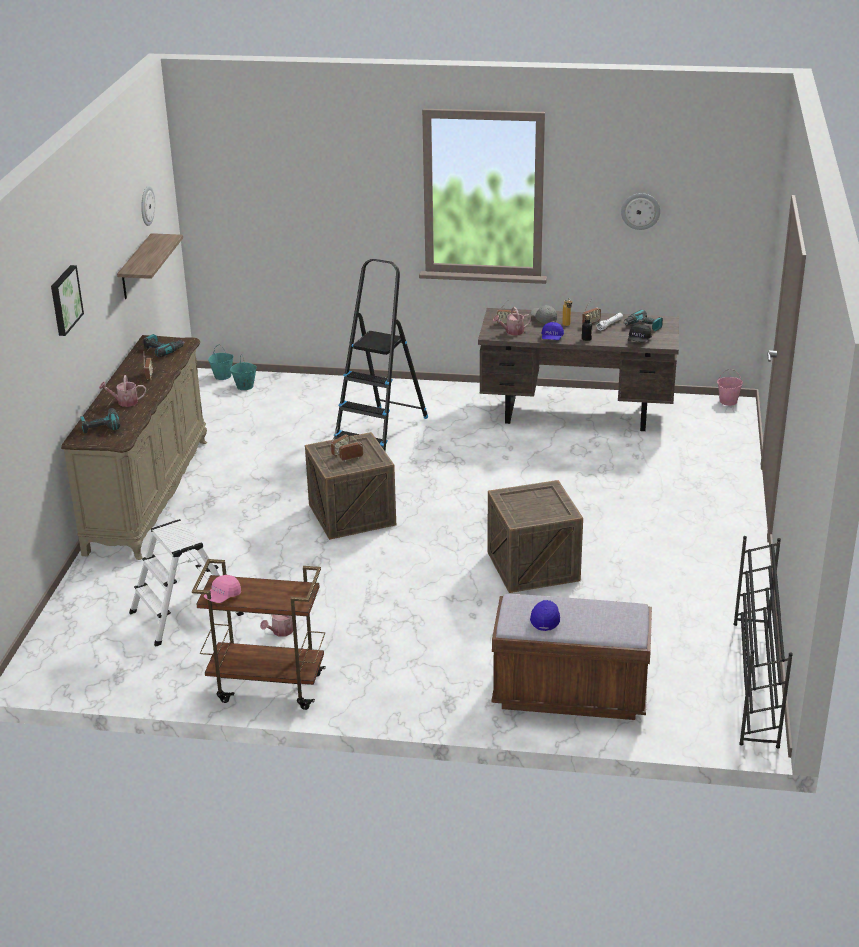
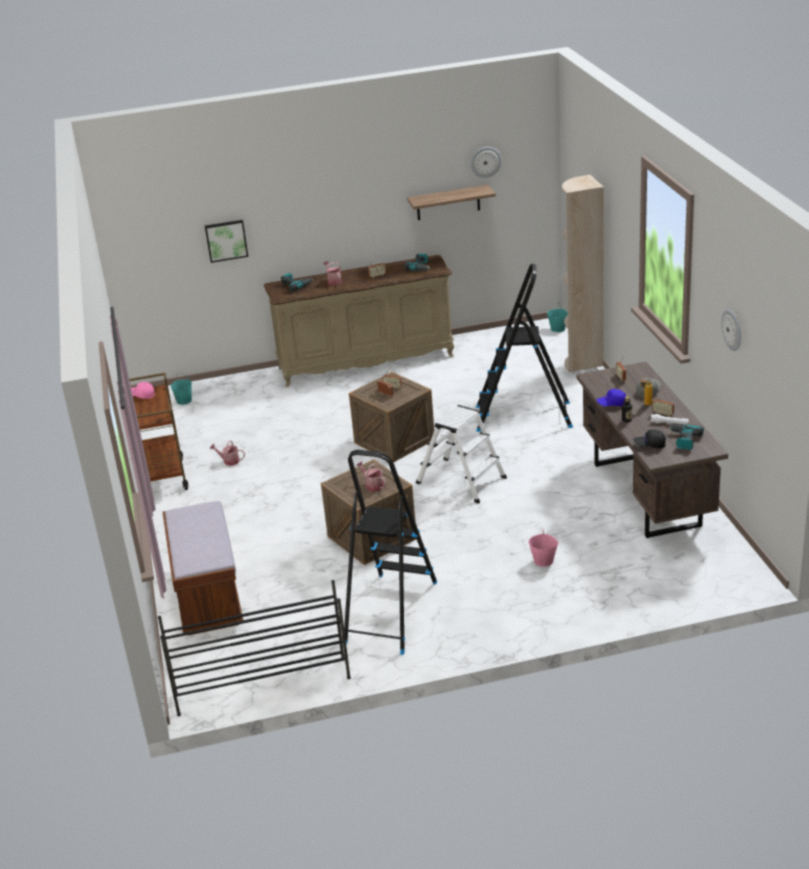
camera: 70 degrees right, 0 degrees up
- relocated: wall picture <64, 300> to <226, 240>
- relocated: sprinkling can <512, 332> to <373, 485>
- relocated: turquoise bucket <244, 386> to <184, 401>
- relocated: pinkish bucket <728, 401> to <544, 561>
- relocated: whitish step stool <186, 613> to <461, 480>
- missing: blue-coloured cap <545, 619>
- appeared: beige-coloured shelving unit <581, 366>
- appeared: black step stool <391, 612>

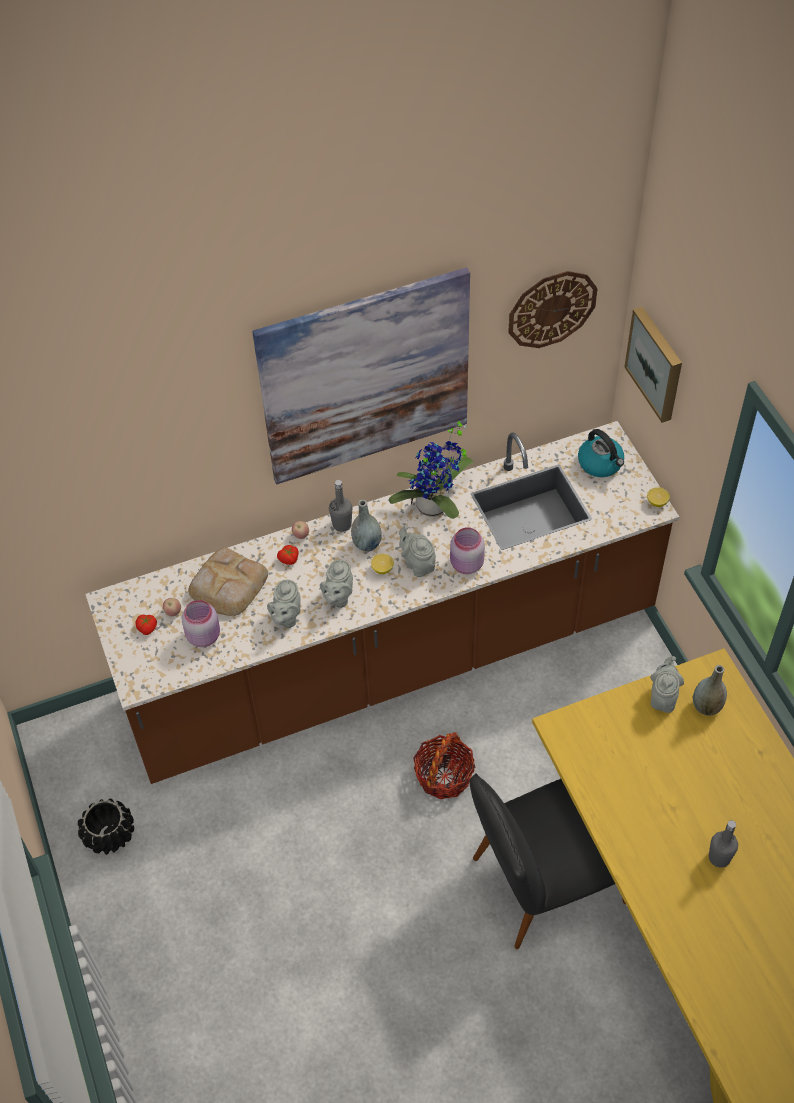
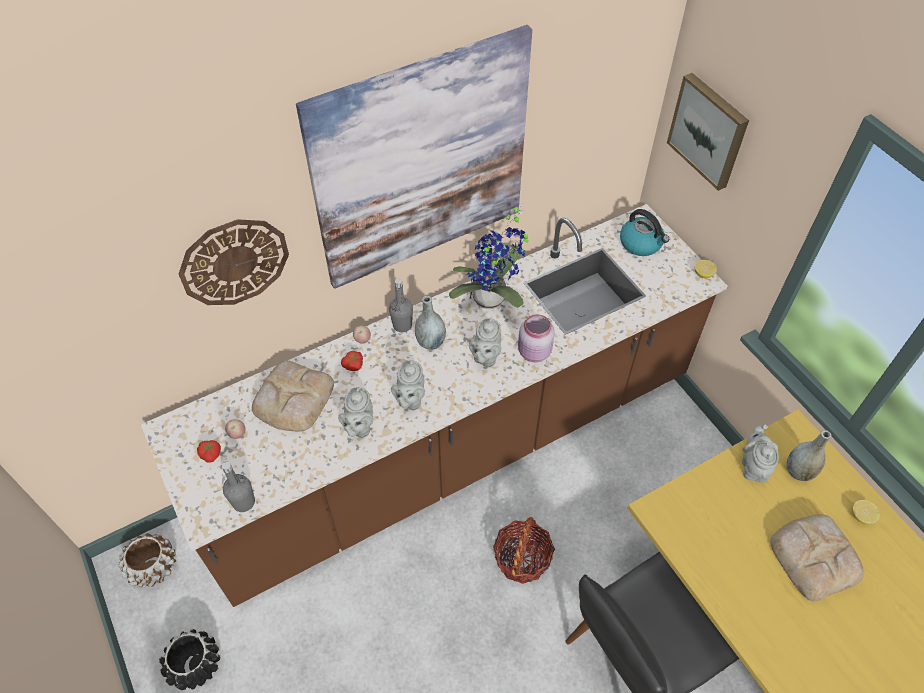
camera: 10 degrees left, 0 degrees up
- relocated: hanging clock <551, 309> to <234, 262>
- spun: grey teapot <418, 564> = <485, 357> 120 degrees counterclockwise
- relocated: lemon <382, 569> to <861, 516>
- missing: pinkish jar <204, 635>
- relocated: grey drink bottle <719, 857> to <244, 502>
- appeared: bakery bread <814, 556>
- appeared: brown-coloured plant pot <153, 567>

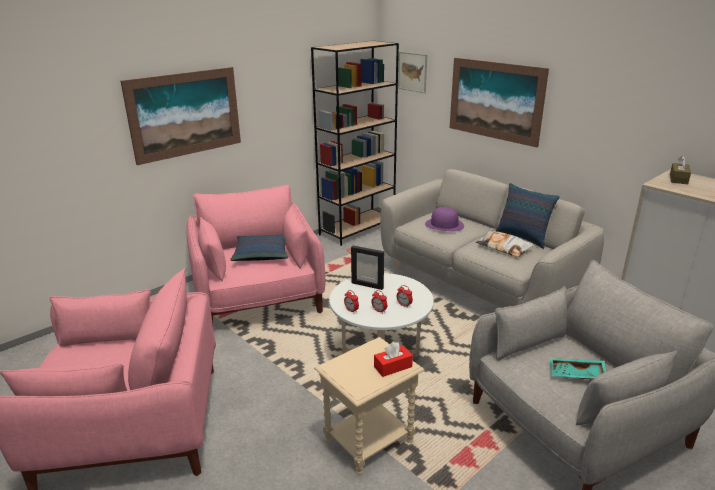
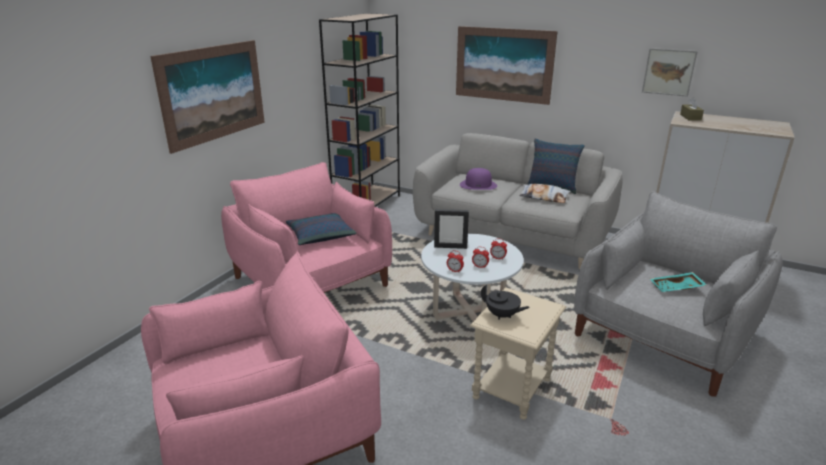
camera: 20 degrees left, 0 degrees up
- relocated: wall picture <412, 72> to <668, 72>
- missing: red box of tissues <393, 367>
- appeared: black teapot <502, 315>

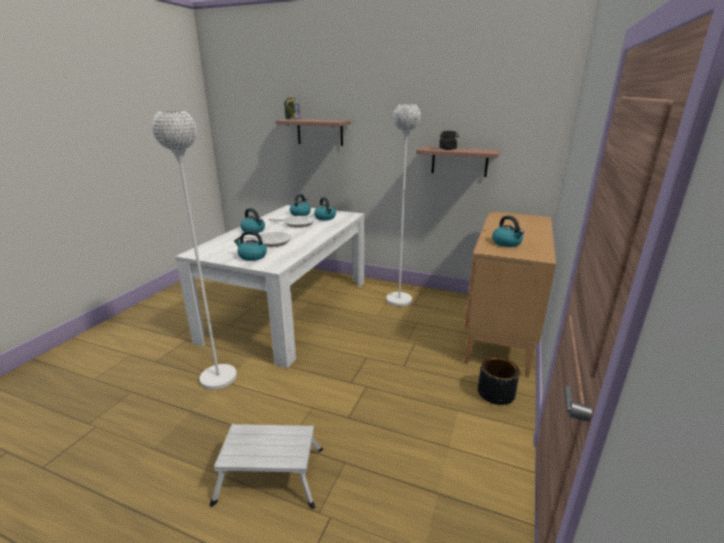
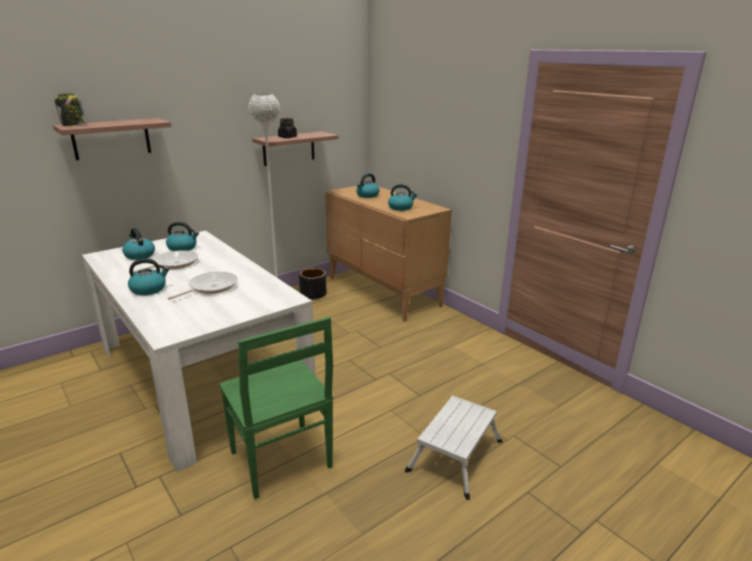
camera: 60 degrees left, 0 degrees up
- exchanged: whitish standing lamp <218, 378> to green chair <282, 462>
- relocated: tea kettle <252, 256> to <367, 195>
- relocated: black plant pot <496, 393> to <313, 294>

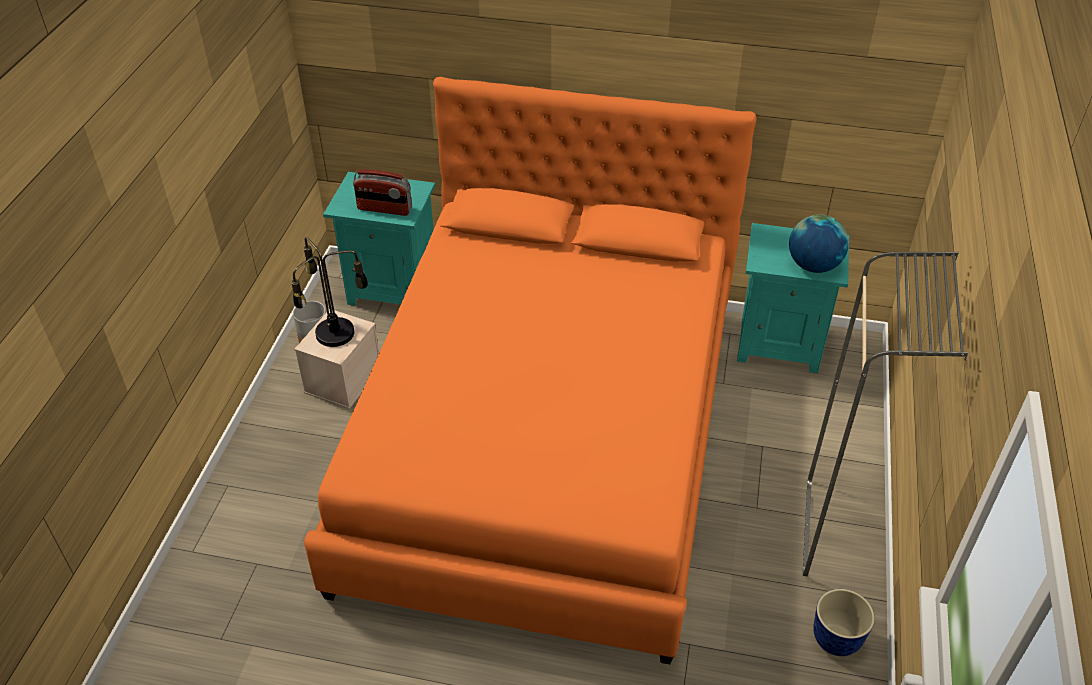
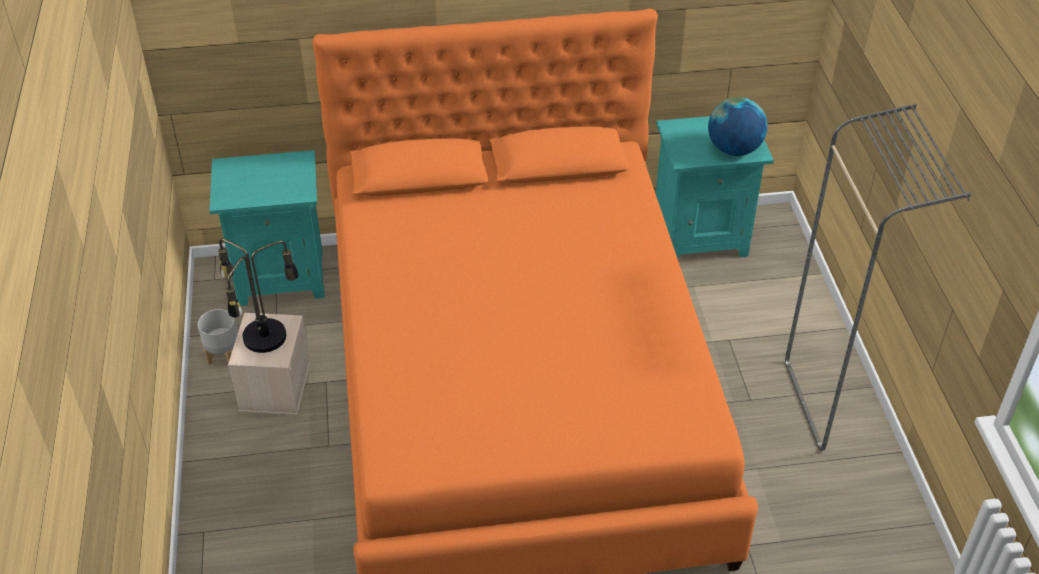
camera: 20 degrees left, 0 degrees up
- missing: radio receiver <384, 209>
- missing: plant pot <836, 640>

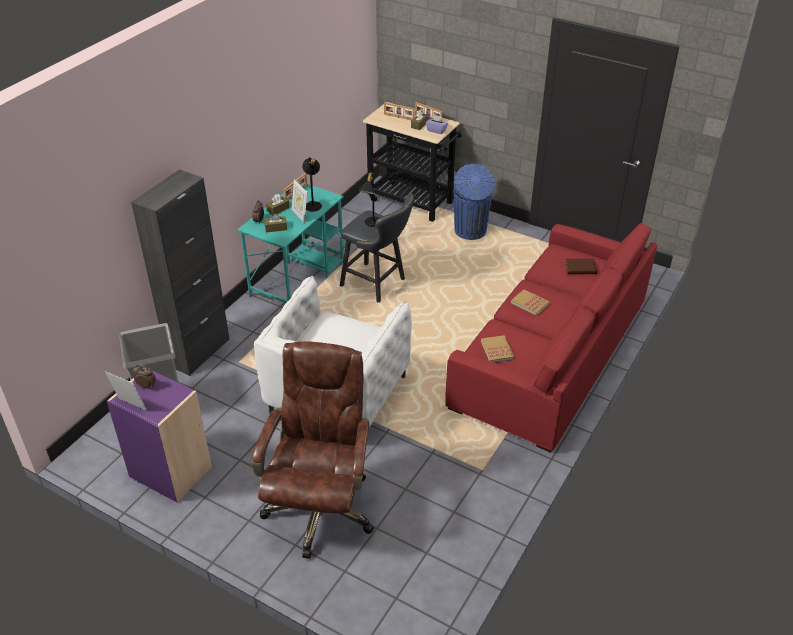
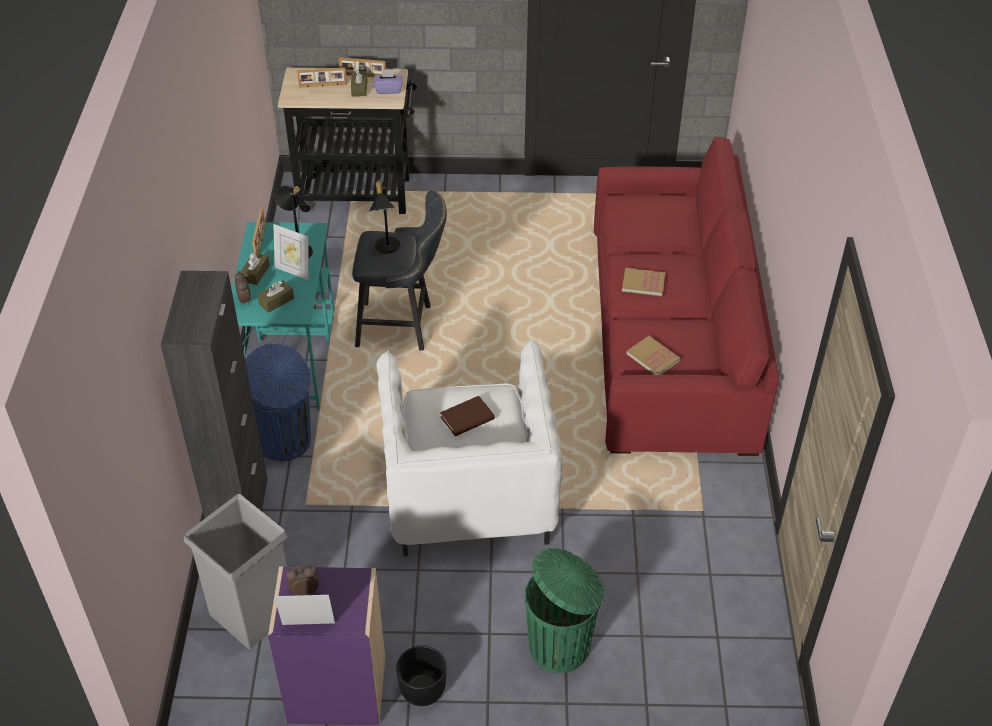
camera: 30 degrees left, 5 degrees up
- relocated: blue-coloured waste bin <470, 232> to <286, 442>
- relocated: brown-coloured volume <580, 268> to <467, 418>
- exchanged: brown-coloured office chair <320, 509> to green waste bin <561, 646>
- appeared: black plant pot <423, 690>

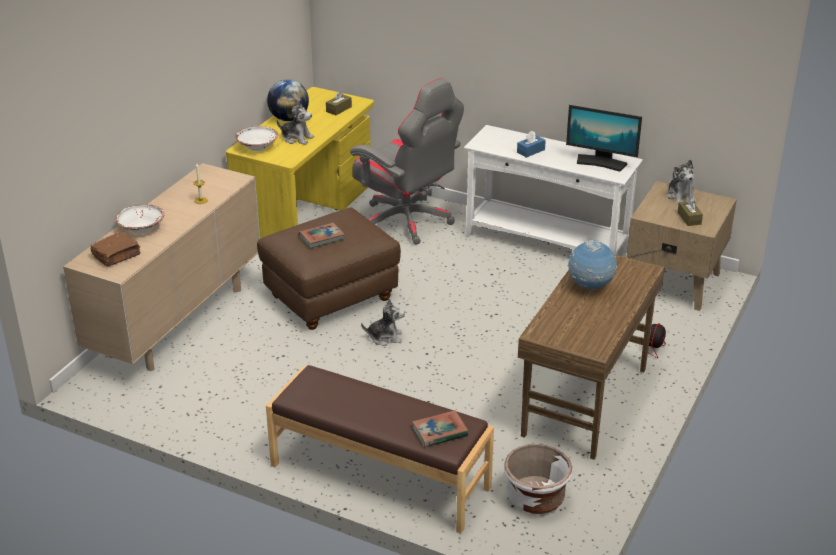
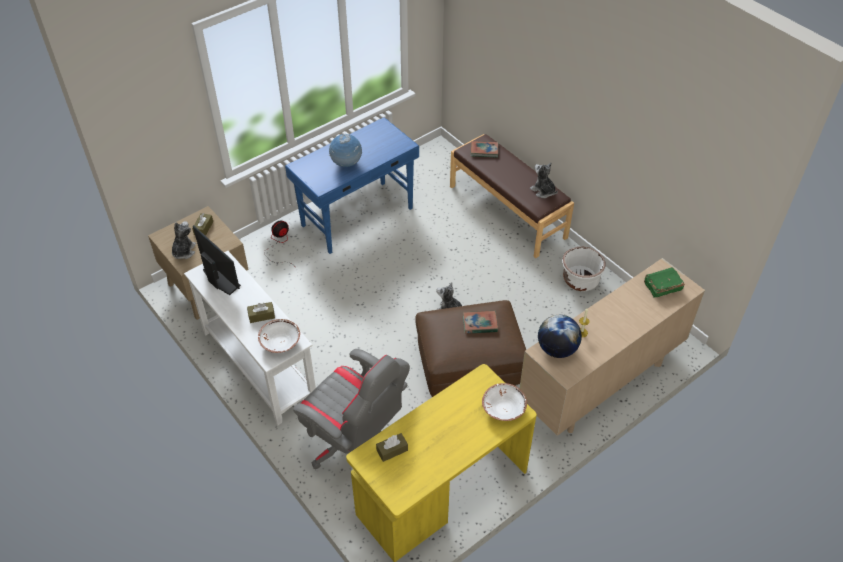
camera: 155 degrees left, 15 degrees up
- spun: grey office chair <405, 220> = <355, 444> 150 degrees clockwise
- relocated: desk globe <289, 119> to <557, 349>
- relocated: plush toy <297, 138> to <543, 191>
- colour: blue-coloured box of tissues <530, 151> to brown-coloured box of tissues <261, 316>
- relocated: whitish deep dish <141, 228> to <280, 343>
- colour: brown-coloured volume <117, 256> to green volume <662, 287>
- colour: brown-coloured hall table <585, 403> to blue-coloured hall table <357, 216>
- relocated: whitish plant pot <535, 498> to <580, 280>

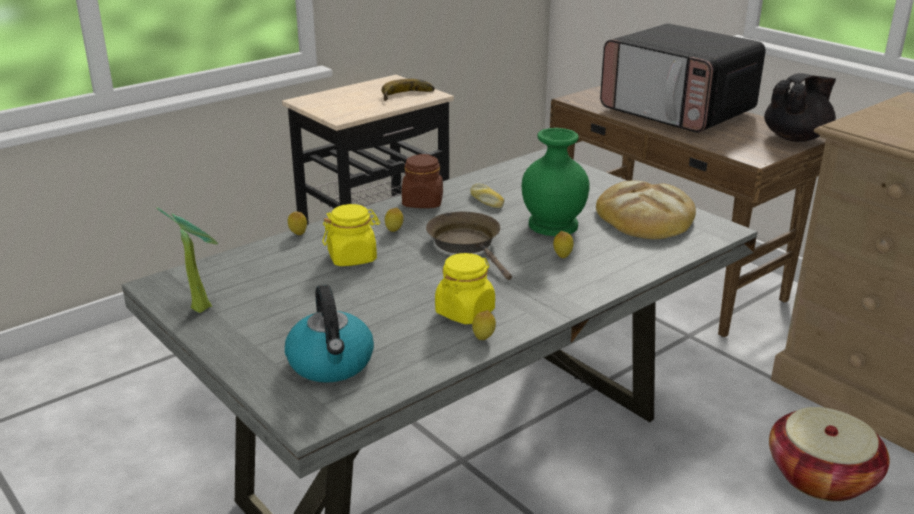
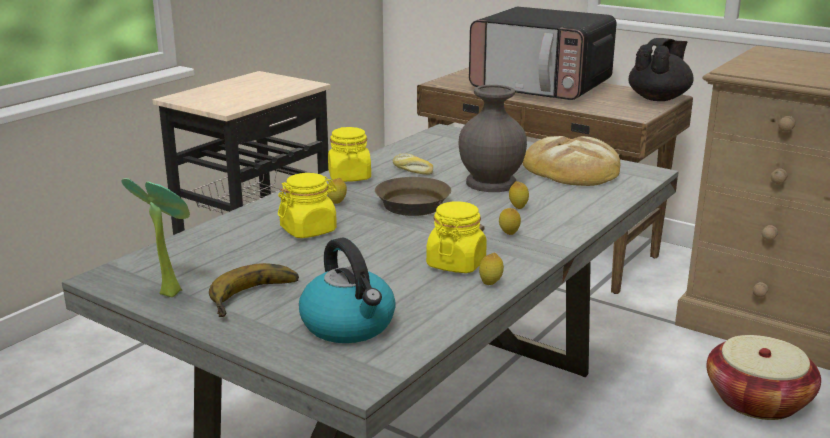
camera: 15 degrees left, 5 degrees down
- relocated: whole banana <408, 96> to <258, 298>
- colour: green decorative vase <552, 224> to grey decorative vase <490, 183>
- colour: brown-coloured jar <422, 202> to yellow-coloured jar <349, 177>
- relocated: lemon <298, 235> to <509, 234>

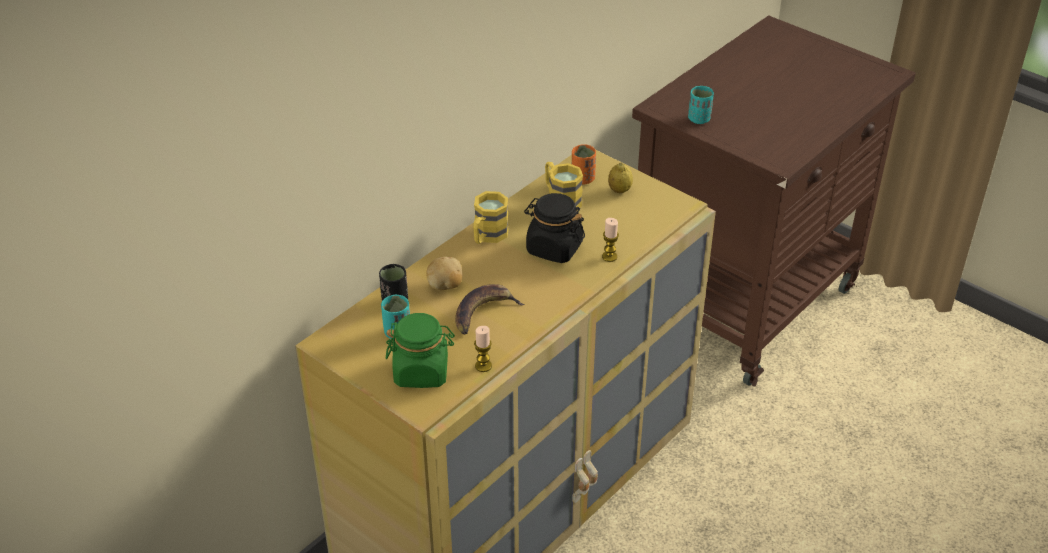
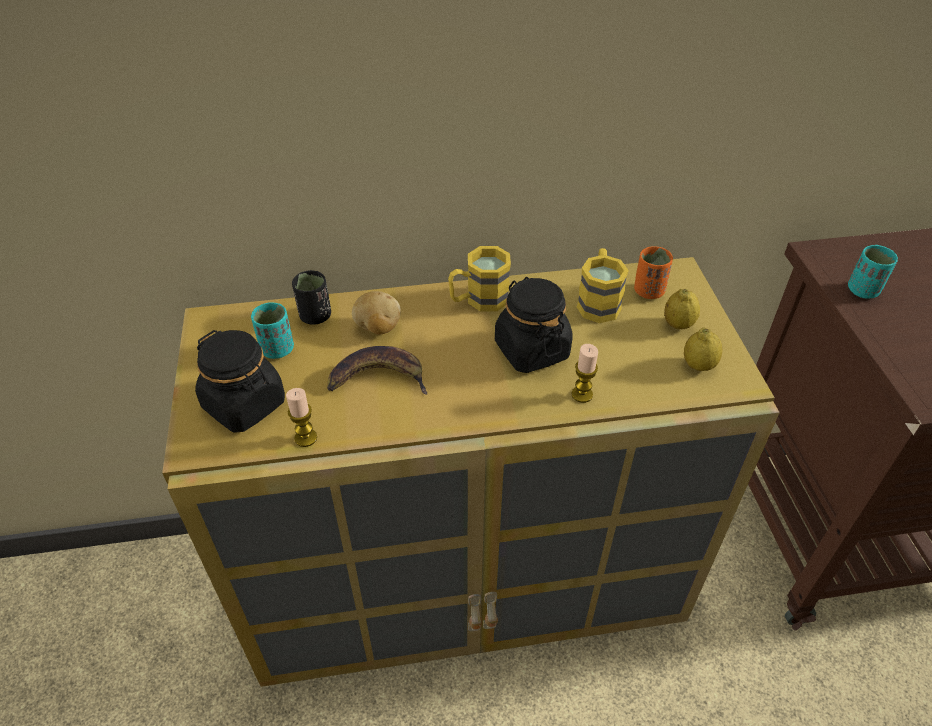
camera: 40 degrees right, 5 degrees up
- colour: green jar <421, 372> to black jar <245, 405>
- appeared: lemon <698, 365>

